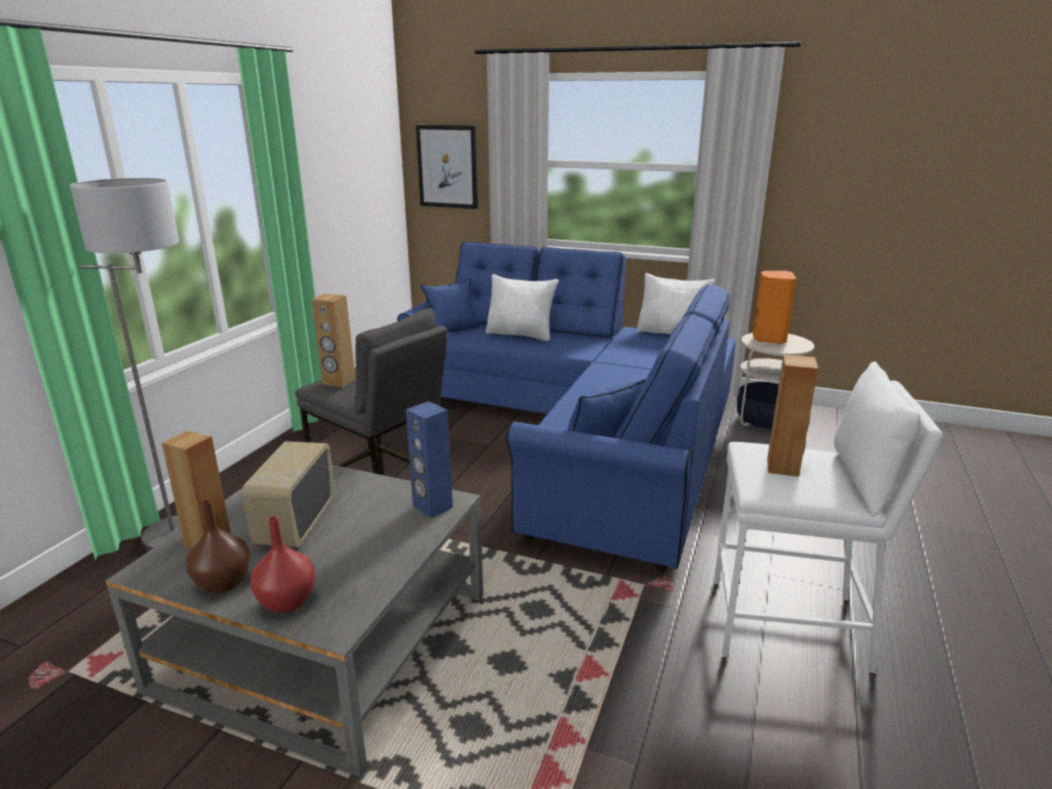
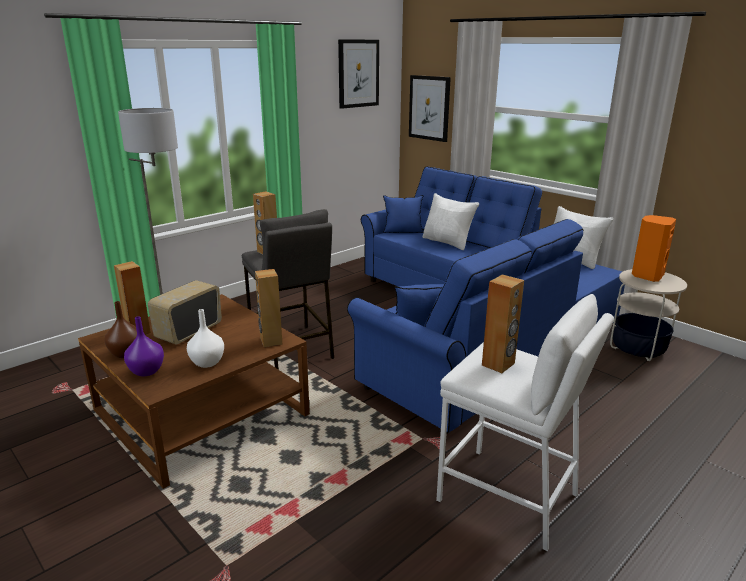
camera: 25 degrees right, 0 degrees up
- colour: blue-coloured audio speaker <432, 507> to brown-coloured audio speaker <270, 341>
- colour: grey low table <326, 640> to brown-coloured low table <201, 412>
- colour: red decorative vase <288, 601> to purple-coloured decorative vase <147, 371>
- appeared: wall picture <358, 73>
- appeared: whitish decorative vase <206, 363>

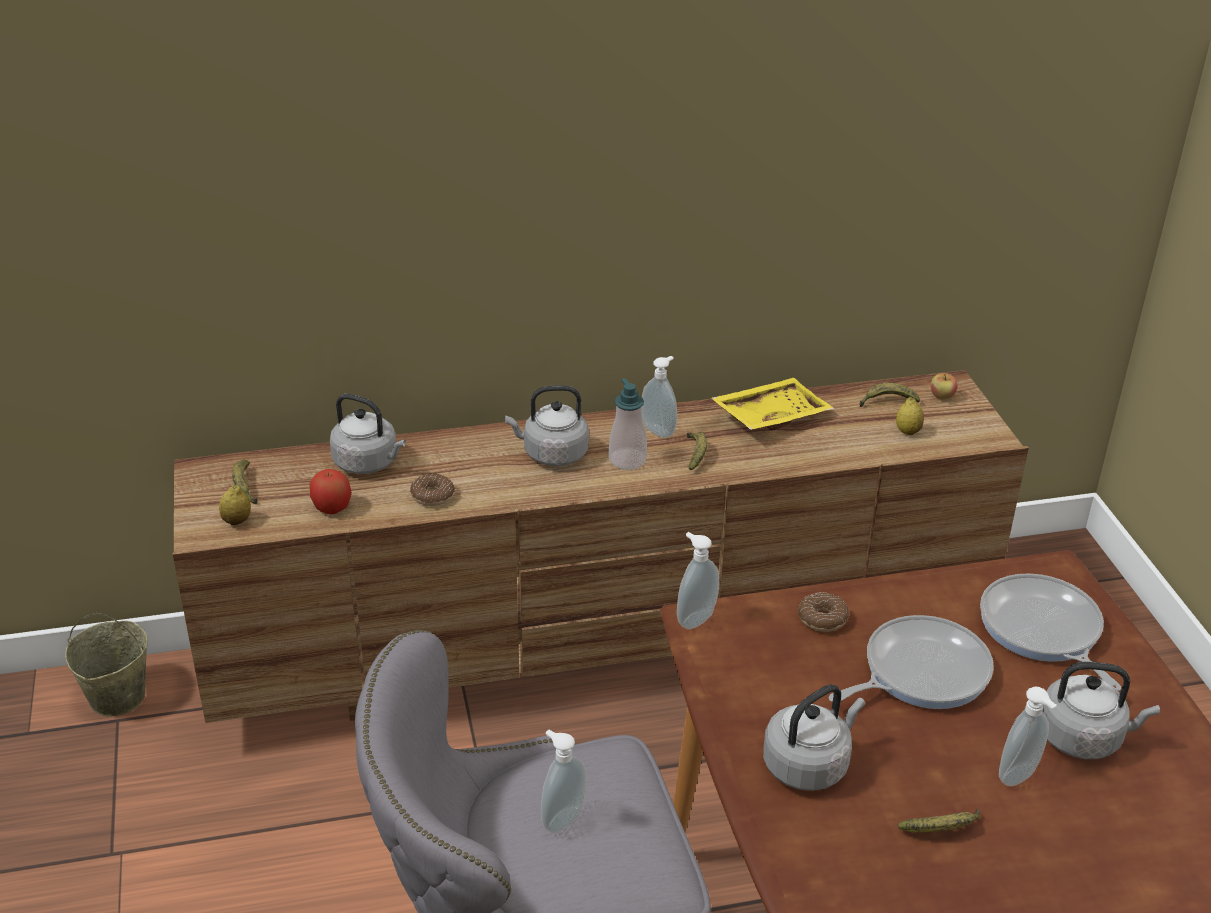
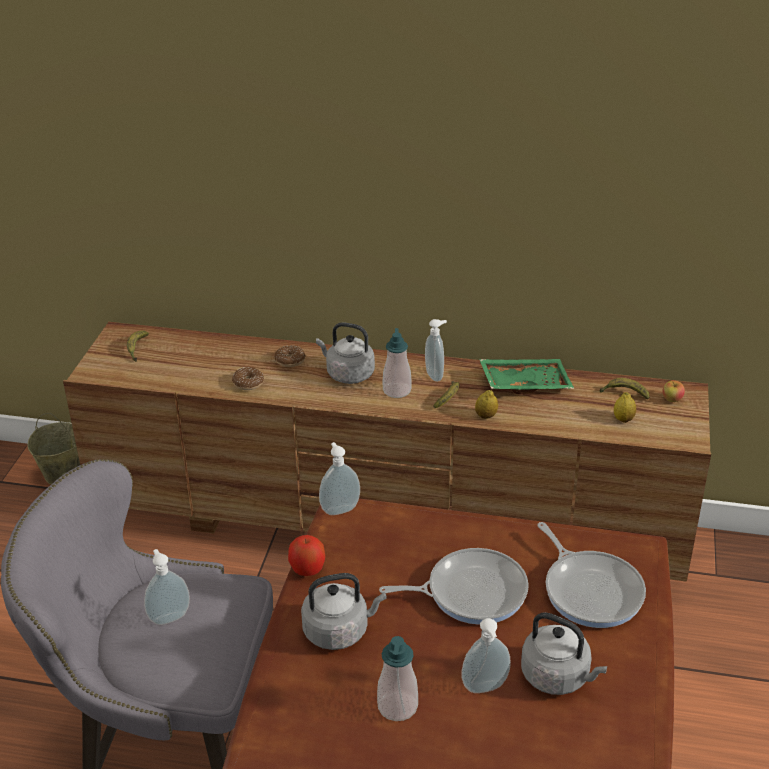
camera: 25 degrees right, 0 degrees up
- colour: yellow-coloured tray <770, 416> to green tray <525, 383>
- missing: grey tea kettle <368, 463>
- relocated: apple <332, 508> to <307, 569>
- relocated: lemon <237, 521> to <486, 416>
- spun: skillet <1042, 631> = <590, 590> 150 degrees clockwise
- relocated: ring doughnut <822, 618> to <290, 360>
- exchanged: whole banana <942, 830> to soap bottle <397, 706>

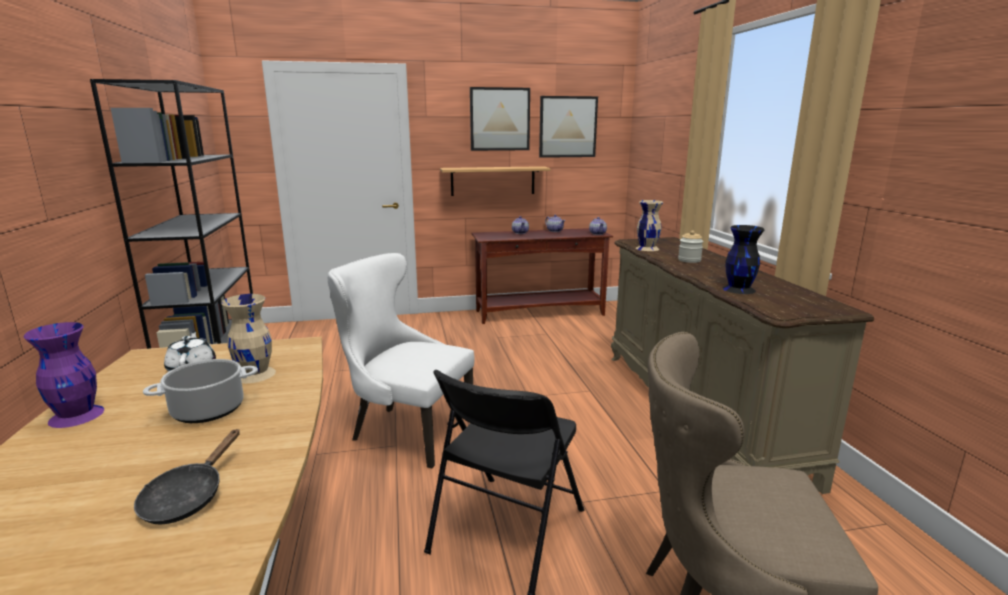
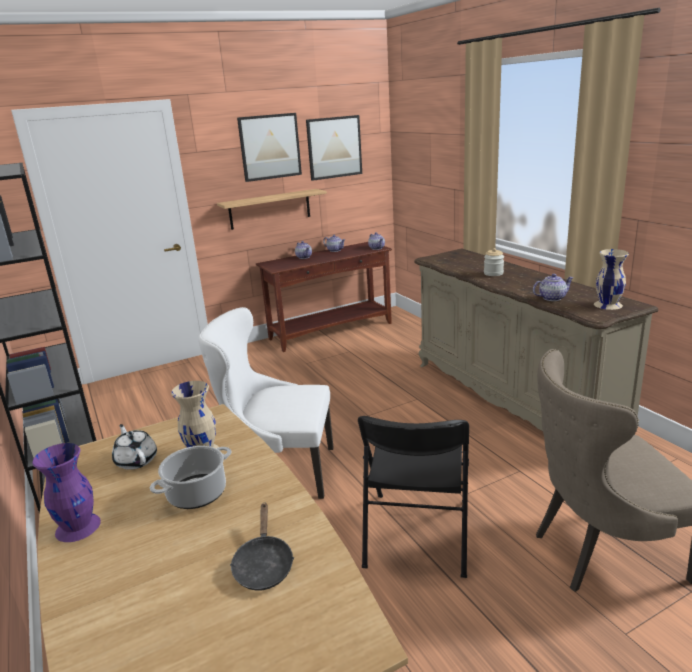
camera: 15 degrees left, 5 degrees up
- relocated: beige-coloured decorative vase <647, 248> to <607, 304>
- exchanged: black decorative vase <738, 289> to teapot <551, 298>

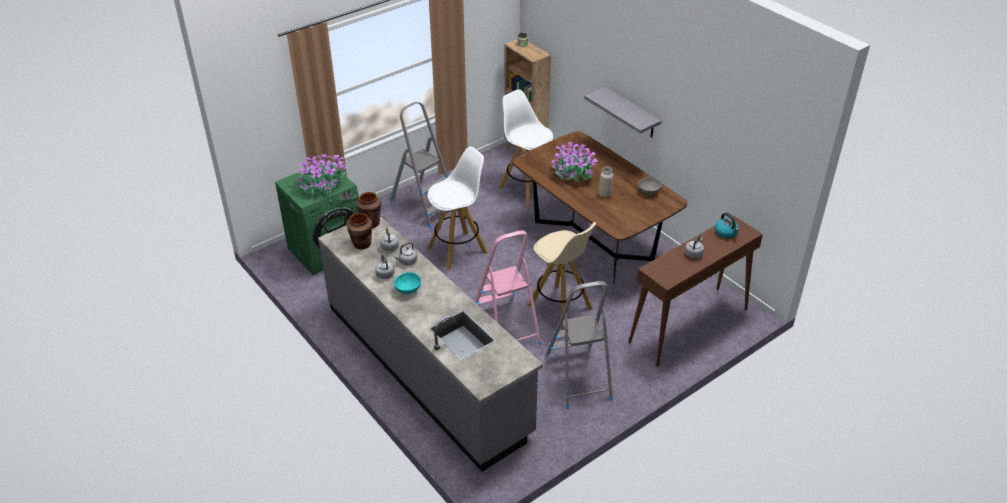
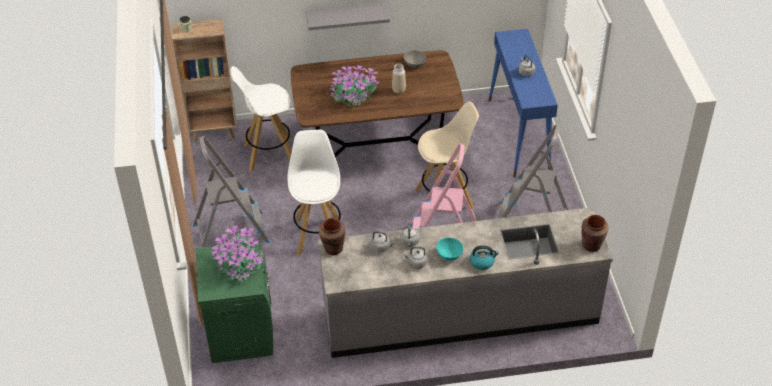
camera: 60 degrees left, 5 degrees up
- relocated: brown-coloured decorative vase <362, 244> to <591, 245>
- relocated: tea kettle <726, 232> to <482, 262>
- colour: brown-coloured hall table <688, 326> to blue-coloured hall table <518, 136>

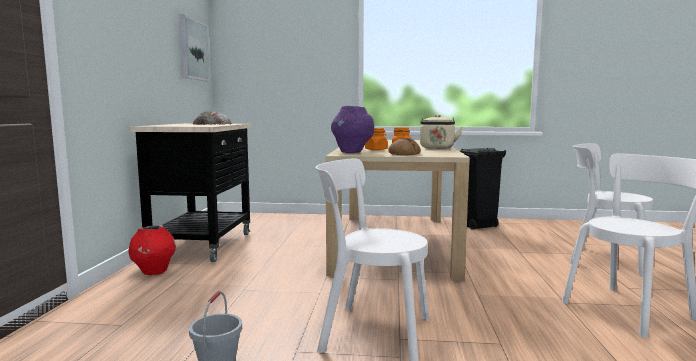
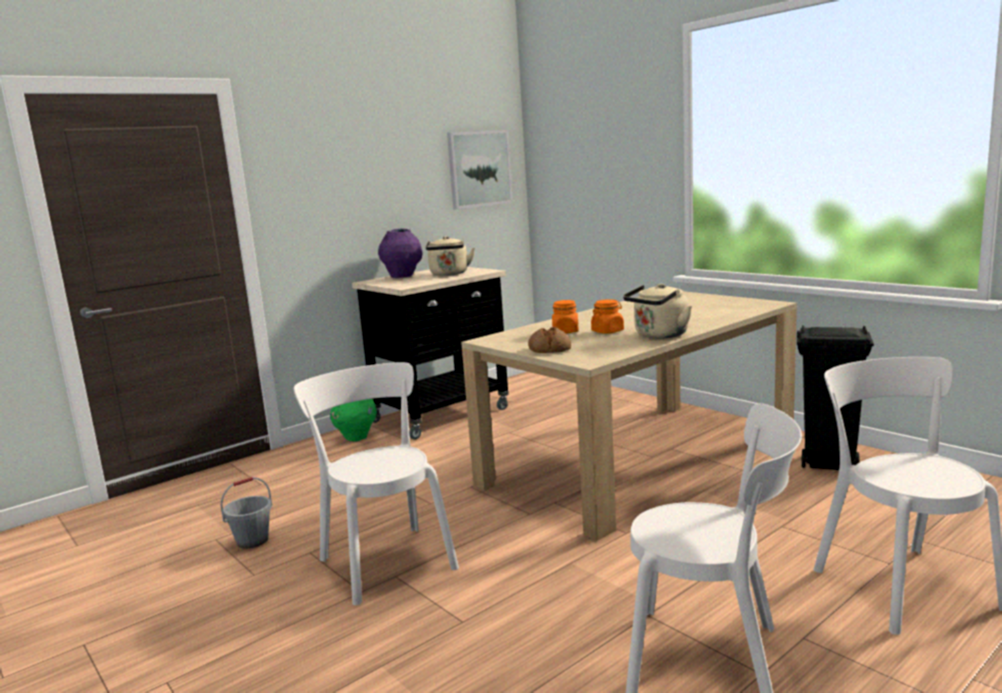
camera: 45 degrees right, 5 degrees up
- relocated: purple-coloured decorative vase <352, 152> to <402, 276>
- exchanged: bakery bread <212, 124> to beige-coloured tea kettle <449, 274>
- colour: red decorative vase <154, 272> to green decorative vase <356, 438>

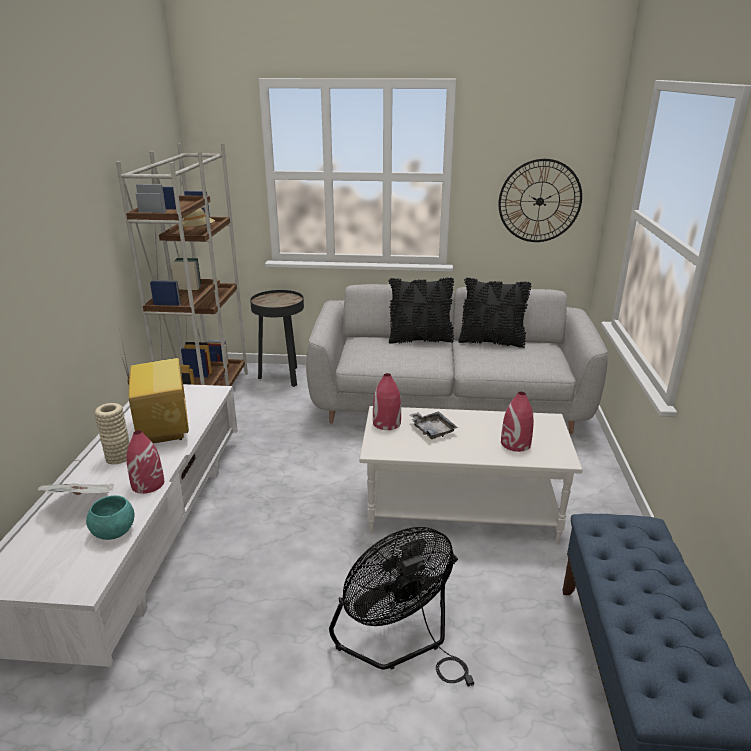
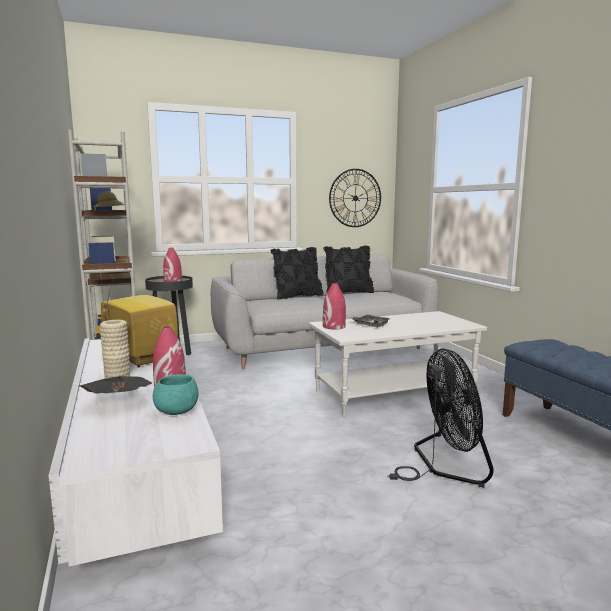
camera: 25 degrees left, 15 degrees down
- relocated: red decorative vase <515, 444> to <173, 281>
- spun: black cooling fan <408, 642> = <439, 462> 135 degrees clockwise

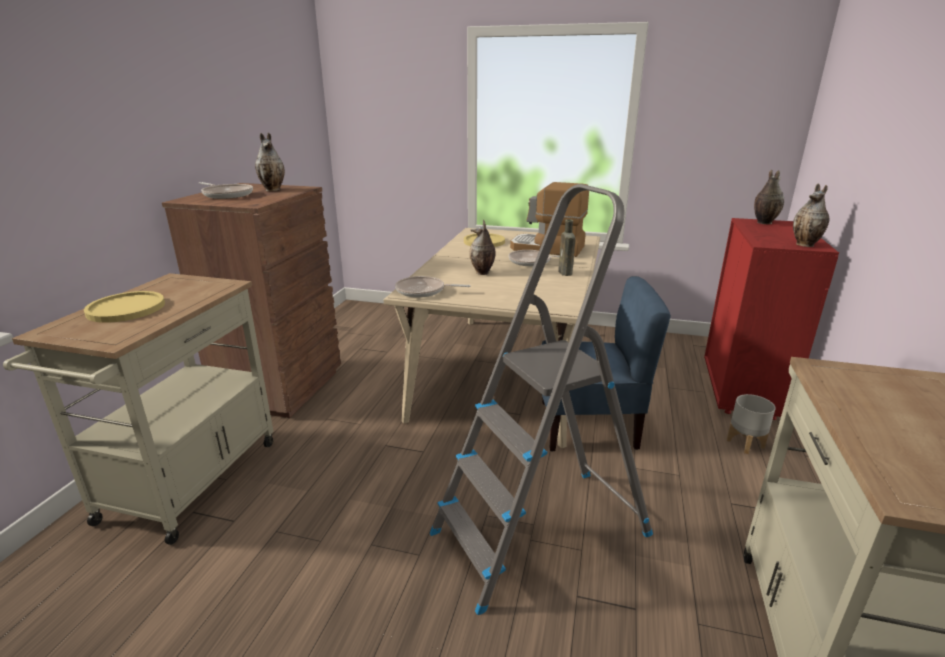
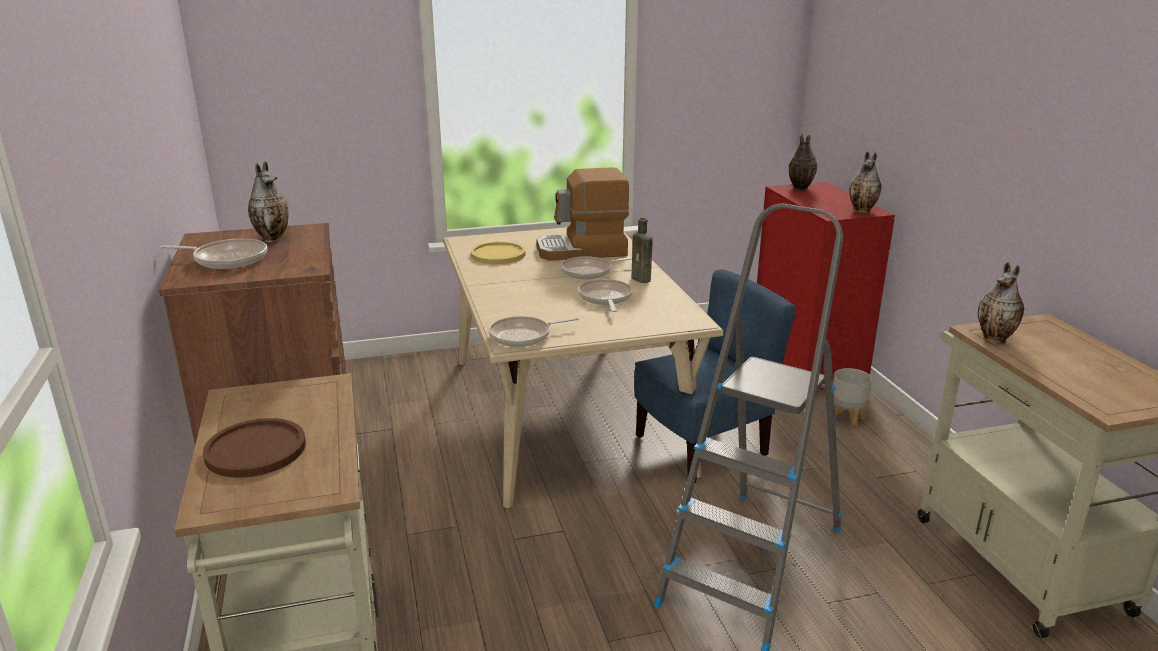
camera: 30 degrees left, 0 degrees up
- relocated: decorative vase <482, 273> to <996, 339>
- colour: yellow-coloured flat dish <126, 308> to brown-coloured flat dish <255, 450>
- appeared: skillet <605, 298>

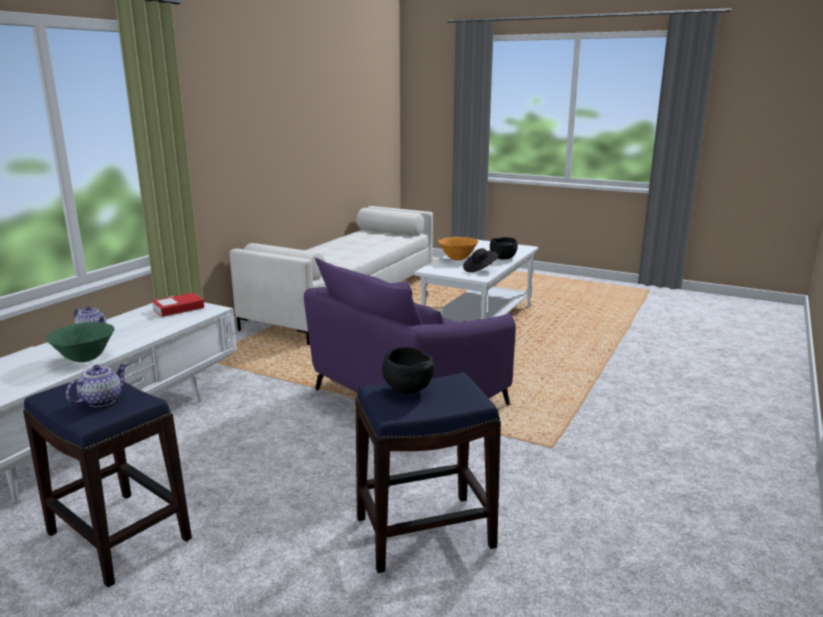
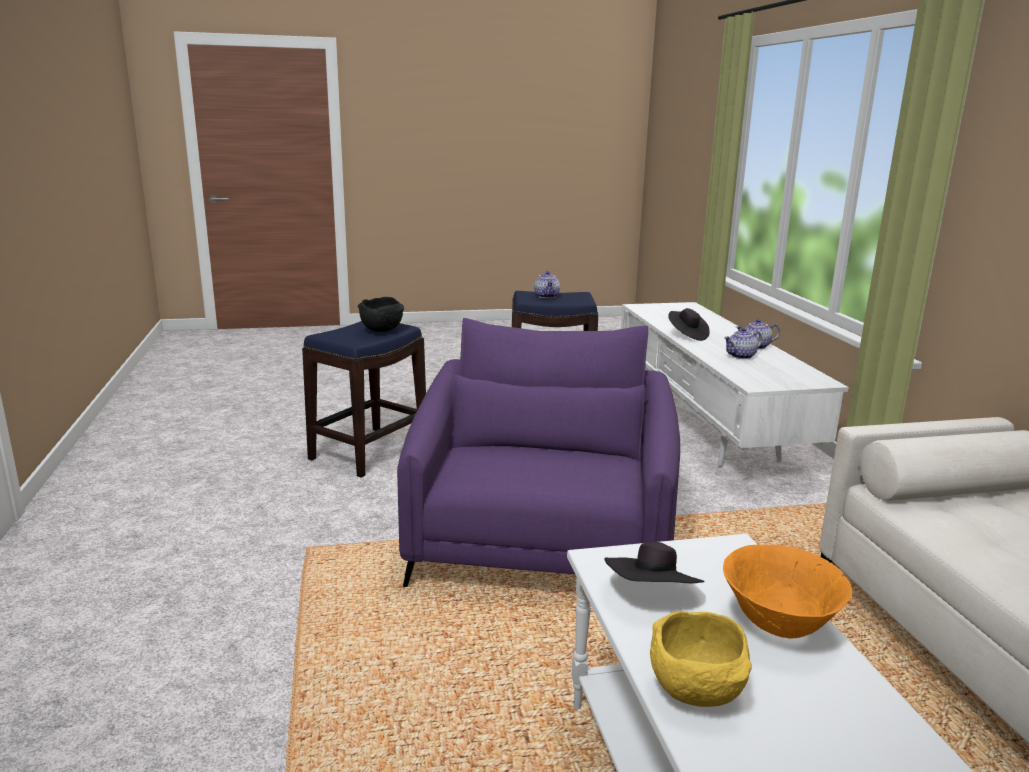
camera: 140 degrees right, 0 degrees up
- colour: black deep dish <502, 258> to yellow-coloured deep dish <698, 693>
- missing: volume <178, 309>
- exchanged: green deep dish <85, 359> to black clothing hat <687, 335>
- appeared: teapot <741, 356>

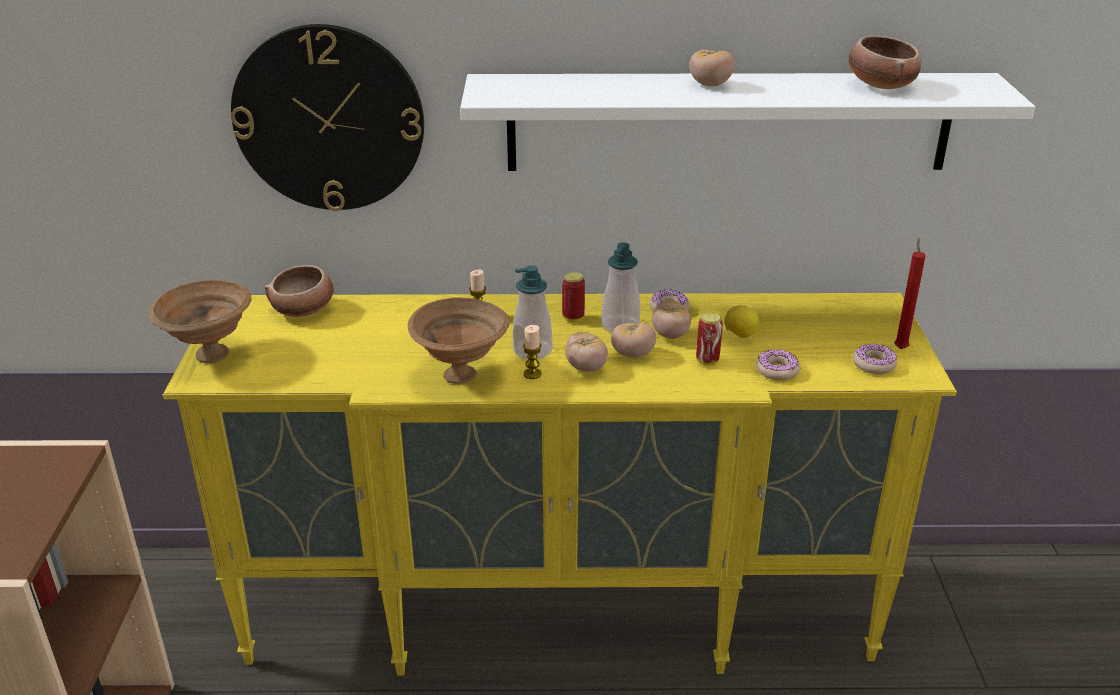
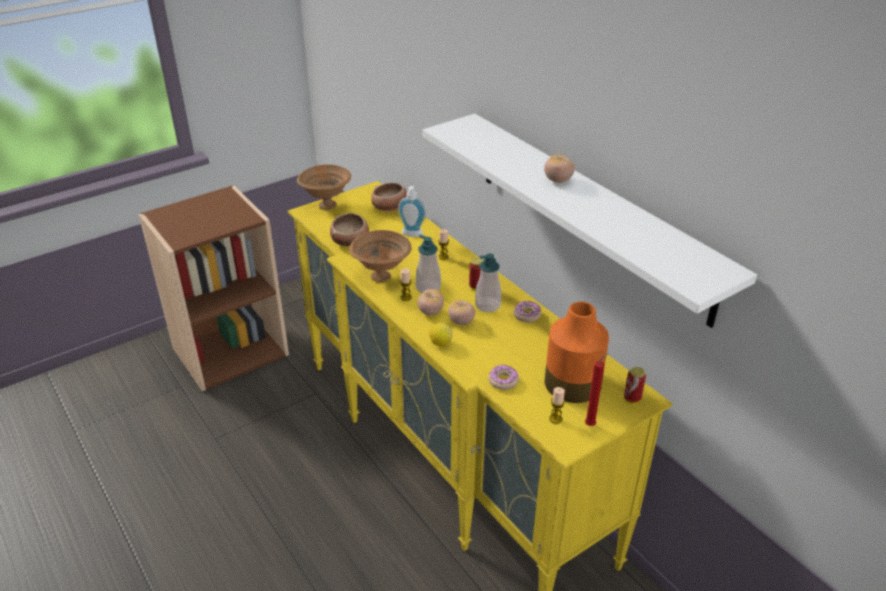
camera: 55 degrees right, 5 degrees up
- missing: hanging clock <329, 119>
- relocated: deep dish <880, 85> to <350, 241>
- missing: fresh tomato <670, 335>
- relocated: lemon <739, 336> to <440, 343>
- relocated: metal can <707, 361> to <632, 399>
- exchanged: ring doughnut <873, 364> to wax candle <555, 419>
- appeared: soap bottle <411, 235>
- appeared: orange decorative vase <572, 382>

